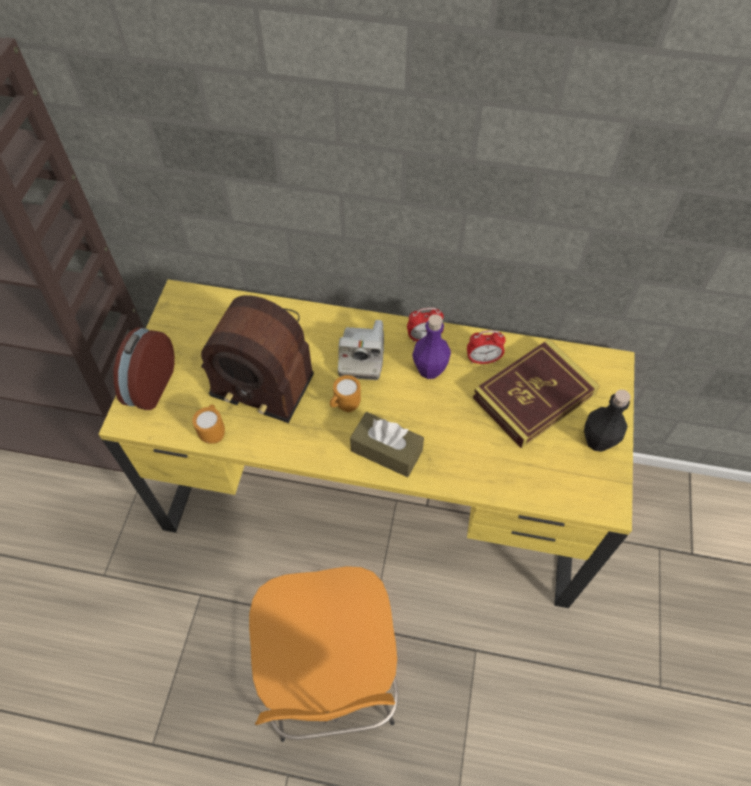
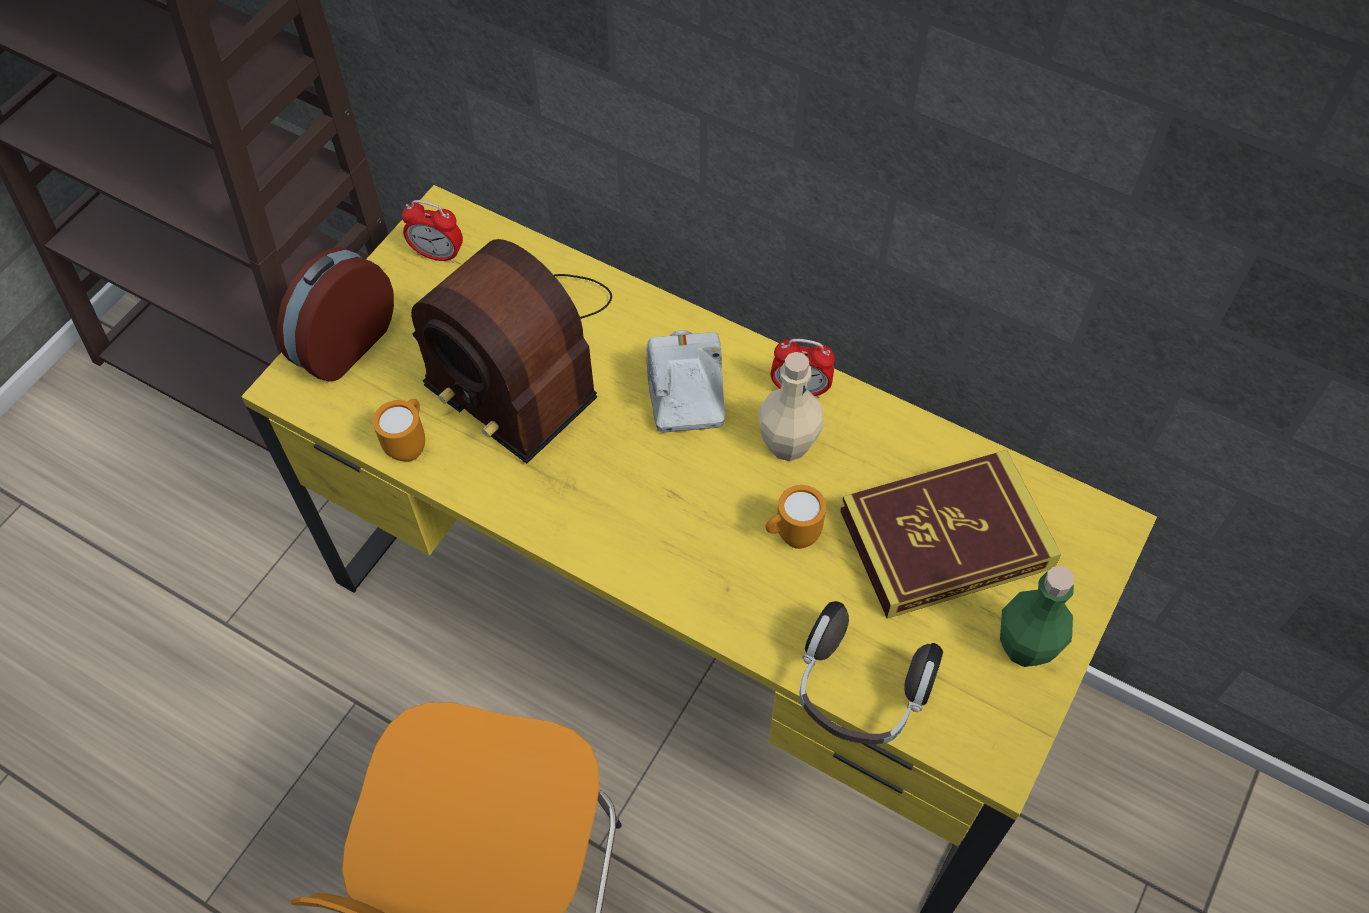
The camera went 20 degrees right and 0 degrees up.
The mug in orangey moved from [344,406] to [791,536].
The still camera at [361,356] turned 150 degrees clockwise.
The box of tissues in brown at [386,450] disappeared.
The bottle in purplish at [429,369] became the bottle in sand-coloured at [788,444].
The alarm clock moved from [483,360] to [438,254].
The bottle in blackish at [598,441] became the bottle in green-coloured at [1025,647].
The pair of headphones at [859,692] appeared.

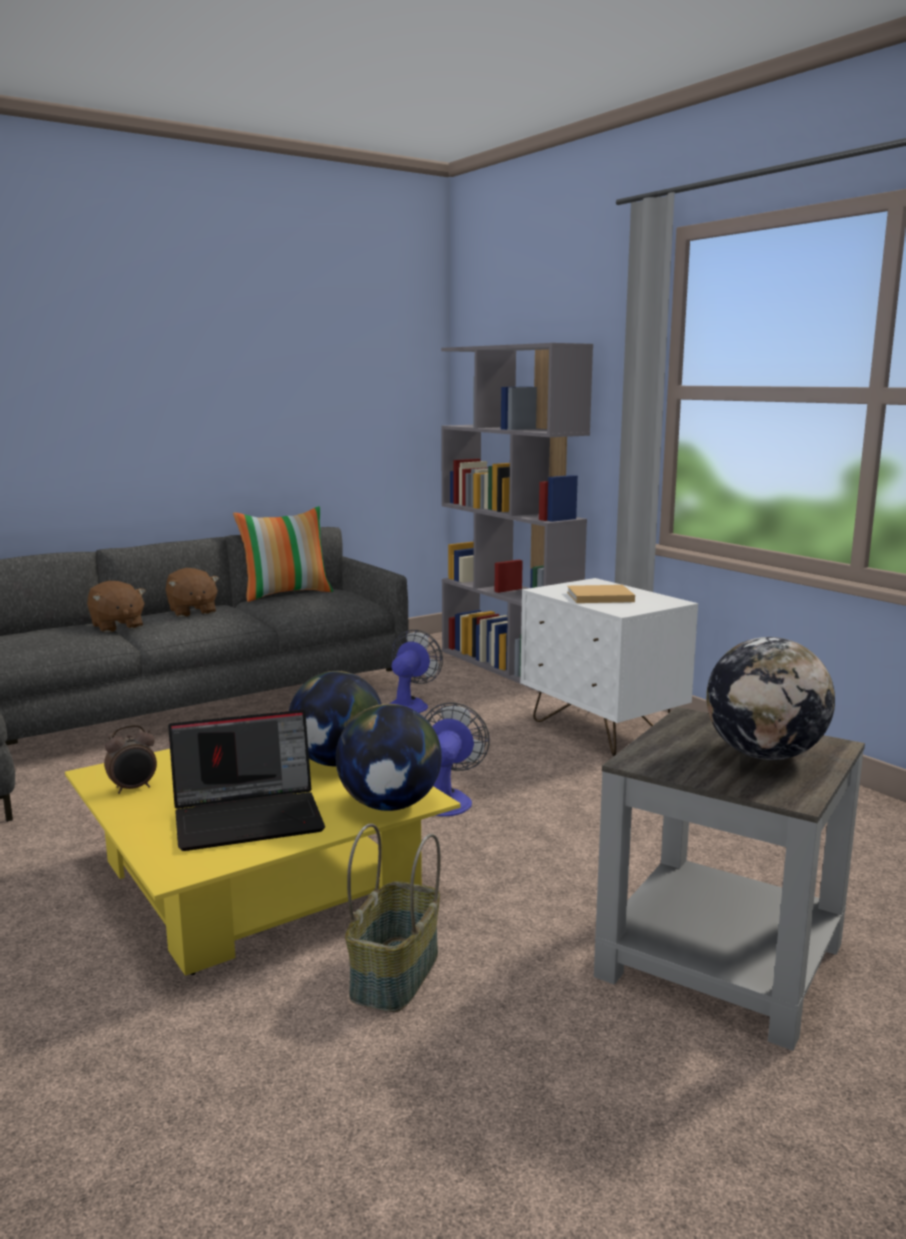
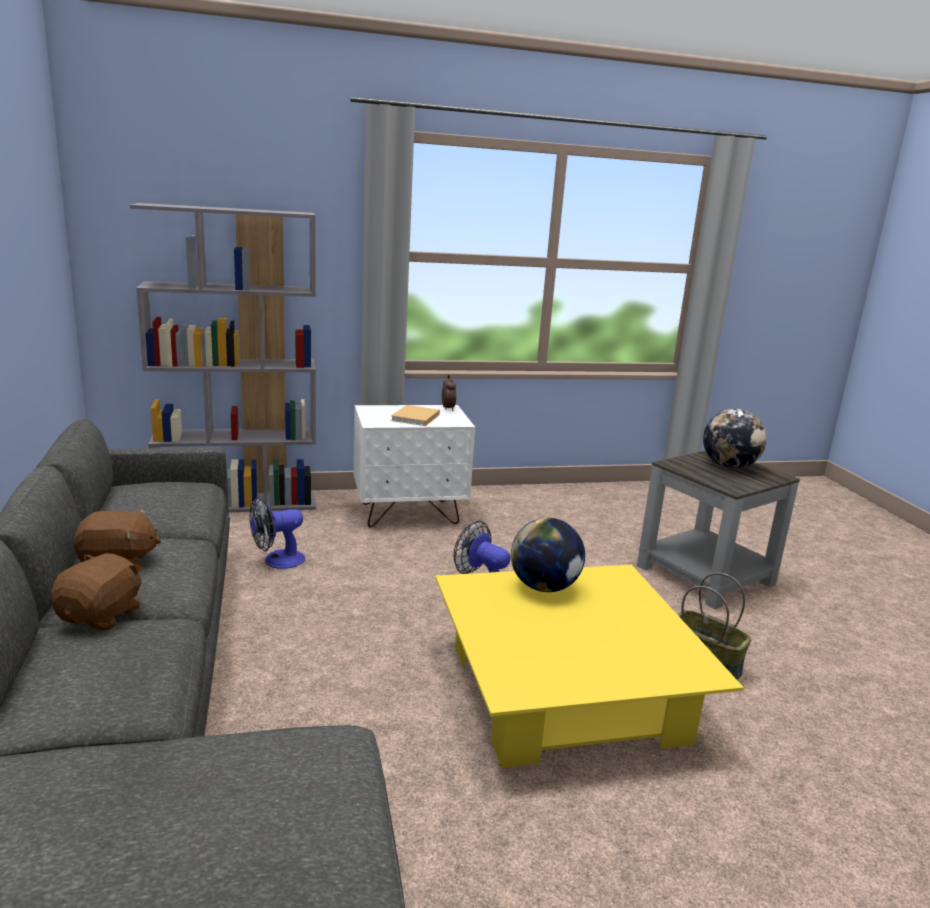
The camera went 70 degrees left and 5 degrees up.
The soft toy in brown at [116,626] turned 60 degrees counterclockwise.
The alarm clock moved from [133,788] to [448,408].
The notebook computer at [250,817] disappeared.
The pillow at [286,594] disappeared.
The desk globe at [389,805] disappeared.
The cooling fan at [410,705] turned 75 degrees counterclockwise.

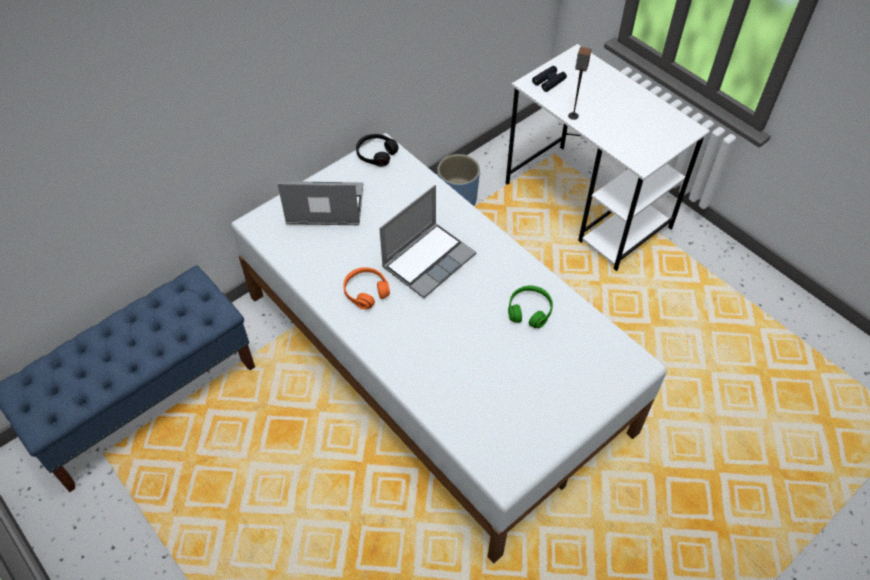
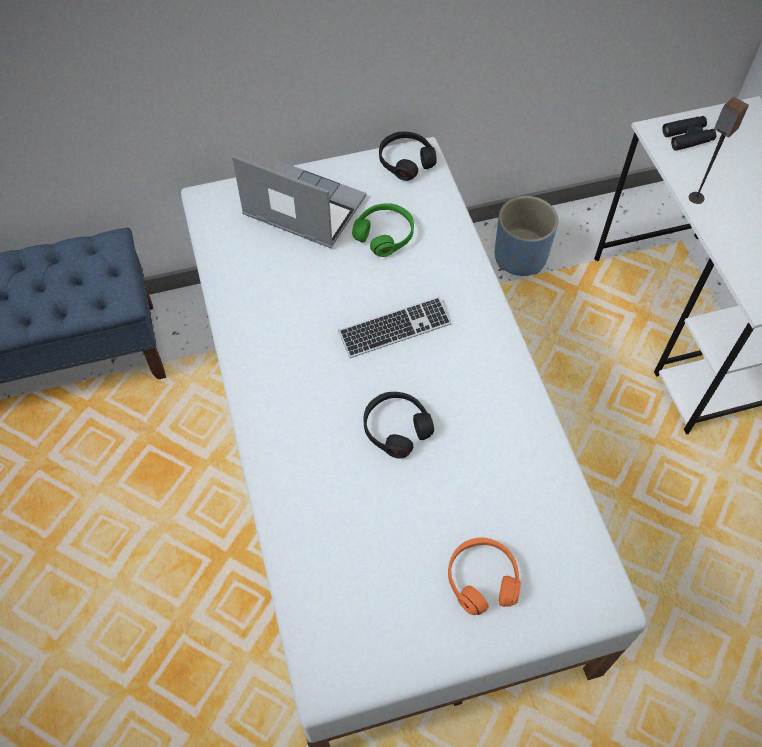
The camera went 25 degrees right and 5 degrees up.
The pair of headphones in orangey moved from [366,291] to [482,579].
The notebook computer at [428,260] was replaced by the computer keyboard at [395,329].
The pair of headphones in green-coloured moved from [529,310] to [384,234].
The pair of headphones in blackish at [396,428] appeared.

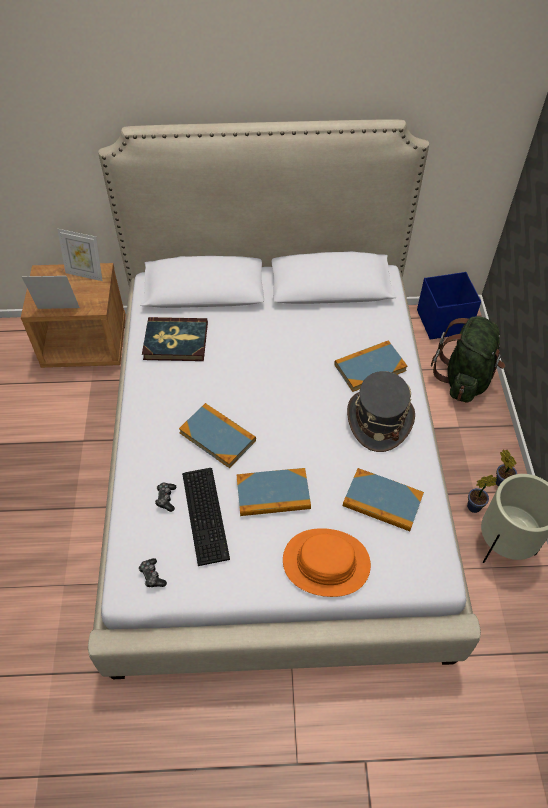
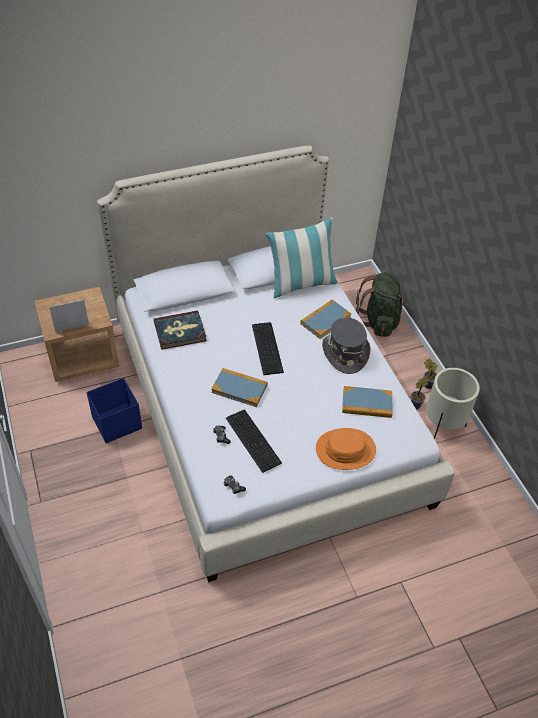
The camera went 20 degrees left and 5 degrees down.
The photo frame at [85,274] disappeared.
The bound book at [273,494] disappeared.
The storage box in bluish moved from [442,321] to [116,423].
The computer keyboard at [268,347] appeared.
The pillow at [301,284] appeared.

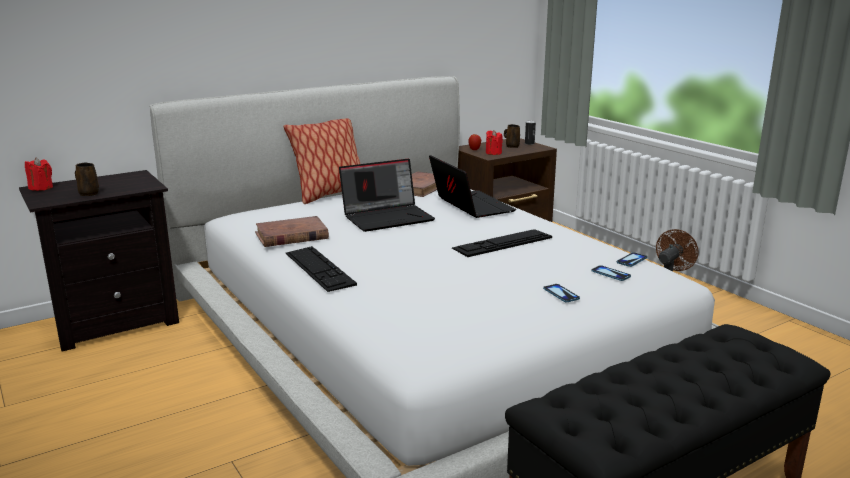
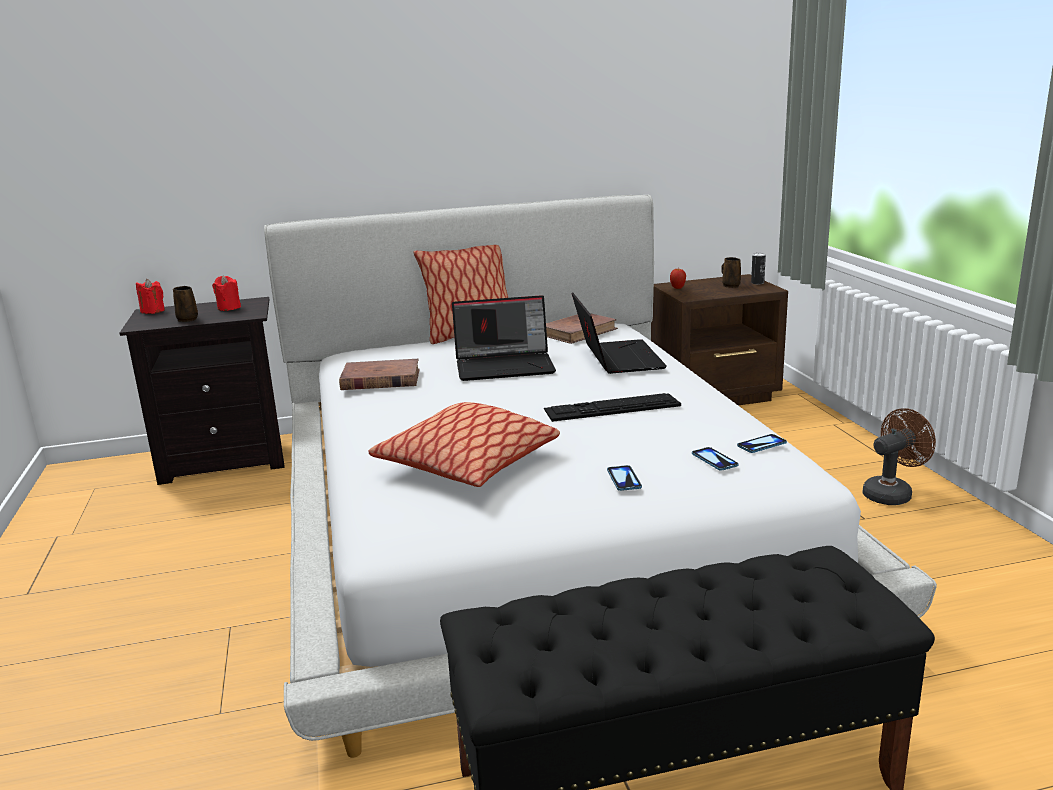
The camera went 20 degrees right and 0 degrees up.
The computer keyboard at [319,268] disappeared.
The candle in red-coloured moved from [493,153] to [229,308].
The pillow at [468,464] appeared.

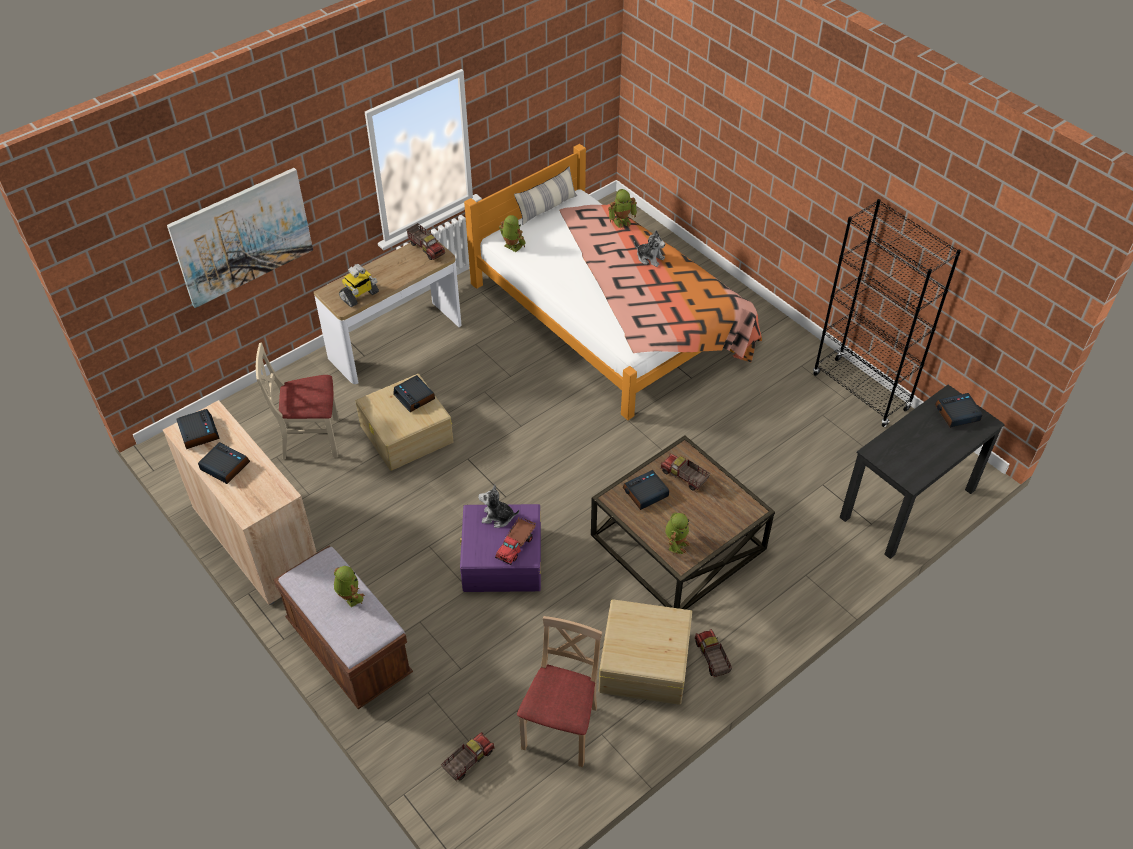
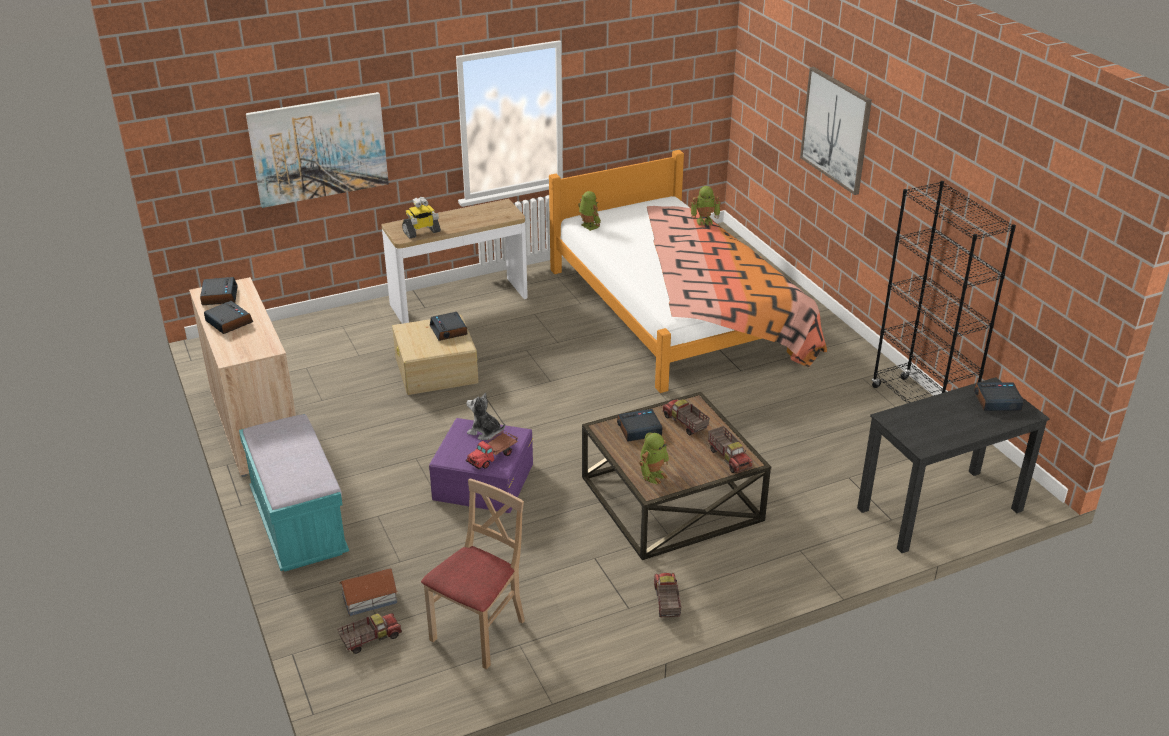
The camera went 15 degrees right and 15 degrees down.
The chair in sand-coloured at [311,439] disappeared.
The bench in brown at [349,649] became the bench in blue-green at [298,525].
The model robot at [349,598] disappeared.
The toy lorry moved from [426,248] to [729,458].
The pillow at [546,208] disappeared.
The storage box in sand-coloured at [643,662] disappeared.
The soft toy at [650,258] disappeared.
The miniature house at [369,598] appeared.
The picture at [836,129] appeared.

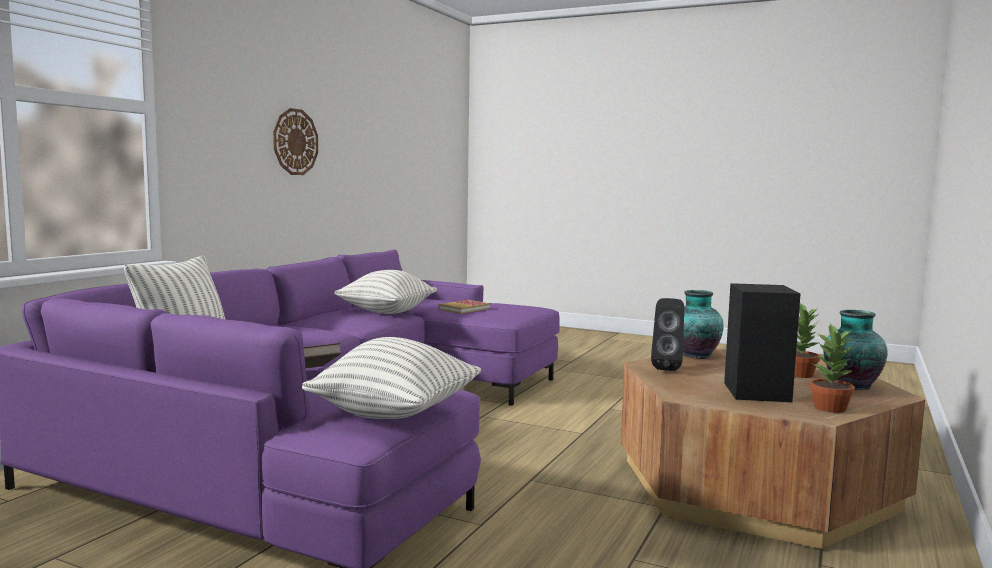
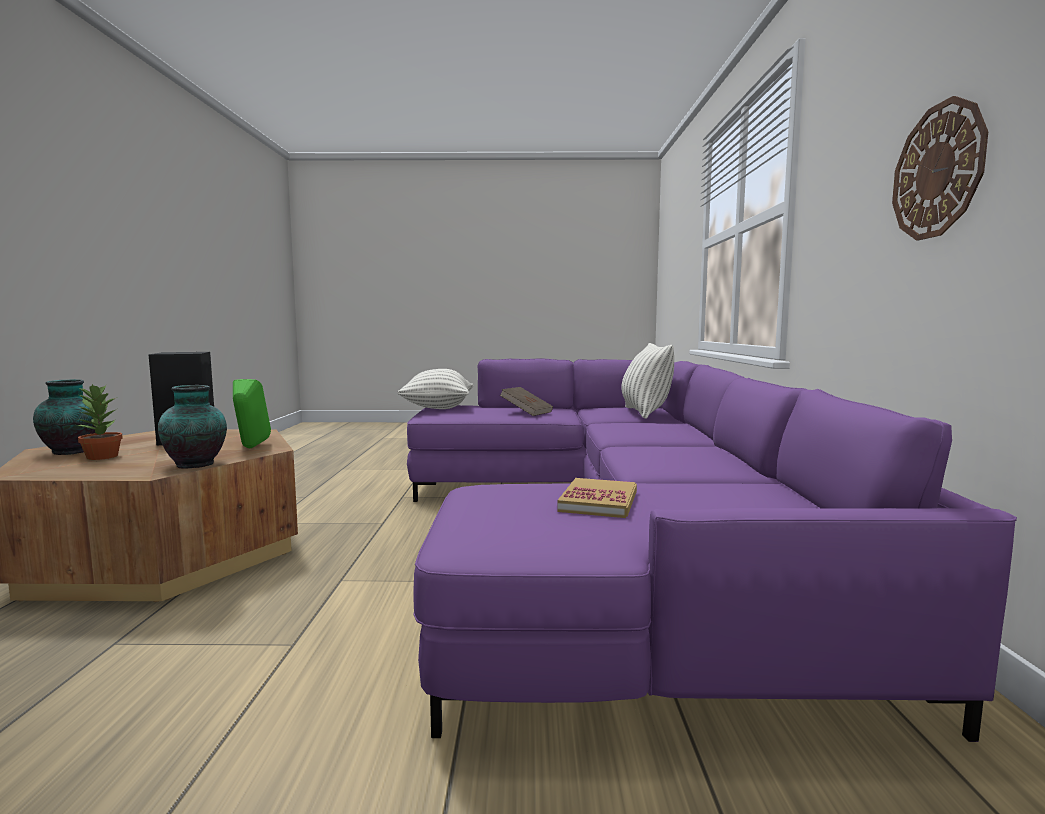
The camera went 155 degrees right and 0 degrees up.
The pillow at [386,312] disappeared.
The loudspeaker in blackish at [667,368] became the loudspeaker in green-coloured at [250,448].
The potted plant at [830,408] disappeared.

